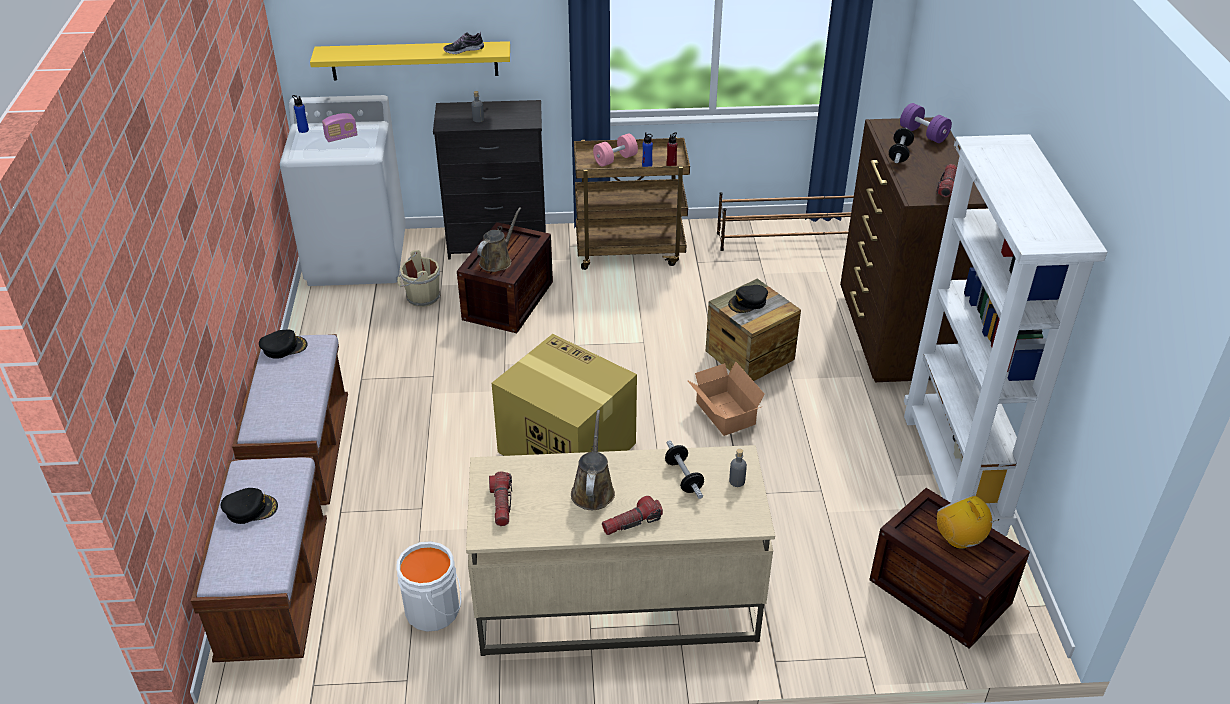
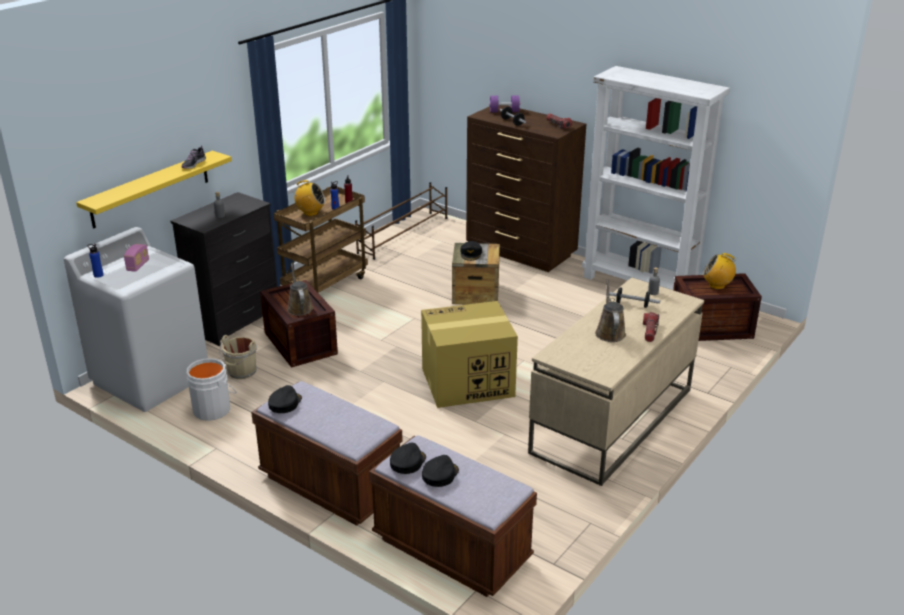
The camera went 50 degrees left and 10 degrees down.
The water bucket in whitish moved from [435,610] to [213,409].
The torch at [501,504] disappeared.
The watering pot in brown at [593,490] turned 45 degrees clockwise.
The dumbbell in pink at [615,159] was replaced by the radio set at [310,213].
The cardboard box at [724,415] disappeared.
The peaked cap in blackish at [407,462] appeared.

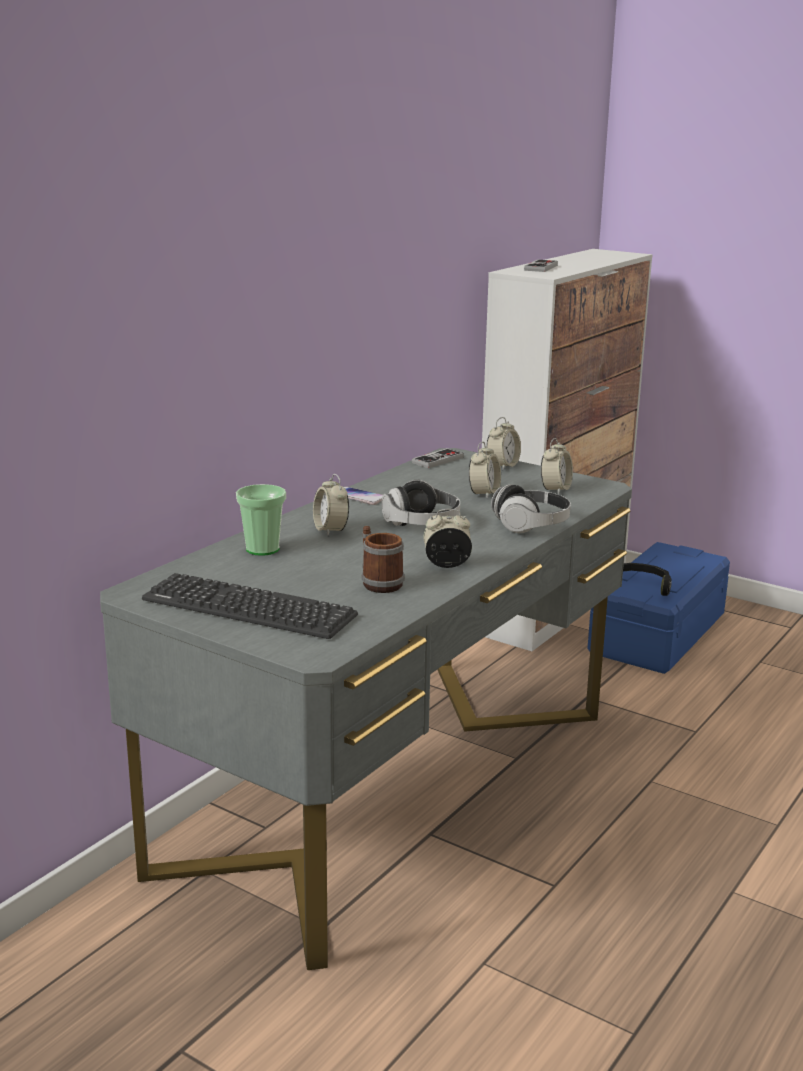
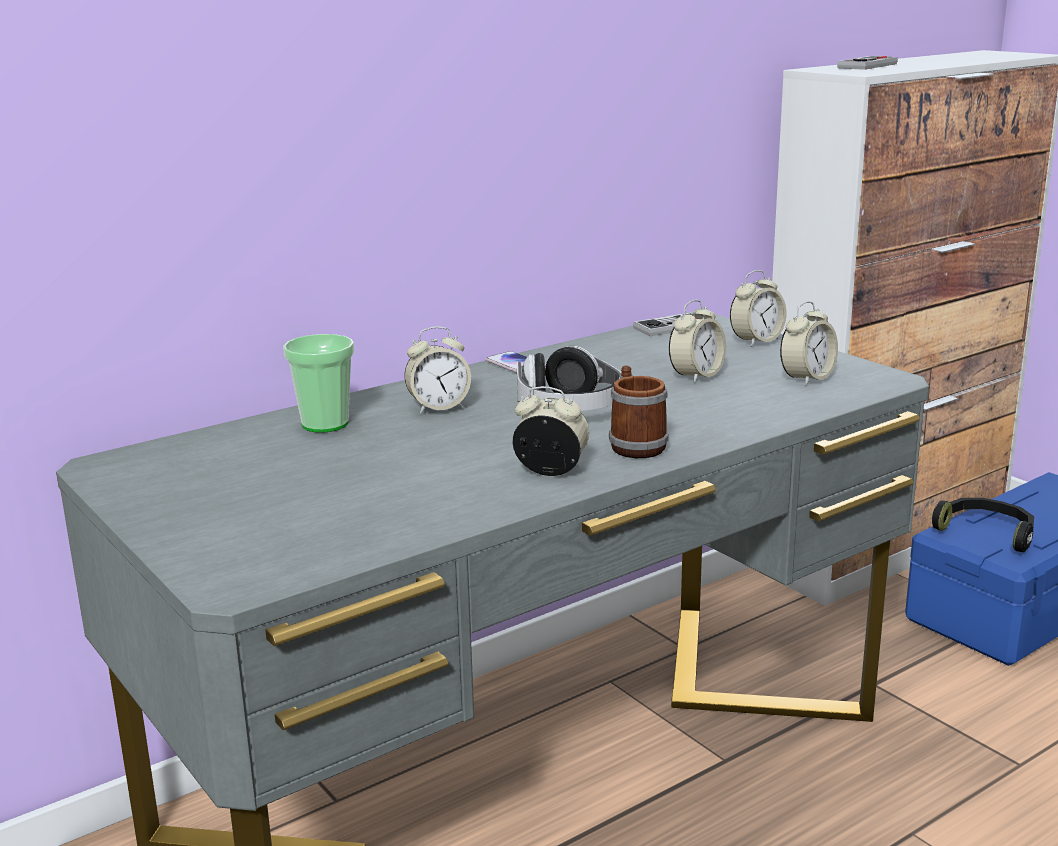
The camera went 20 degrees right and 0 degrees up.
The computer keyboard at [248,608] disappeared.
The alarm clock at [331,530] turned 105 degrees counterclockwise.
The mug moved from [378,582] to [634,444].
The pair of headphones at [531,525] disappeared.

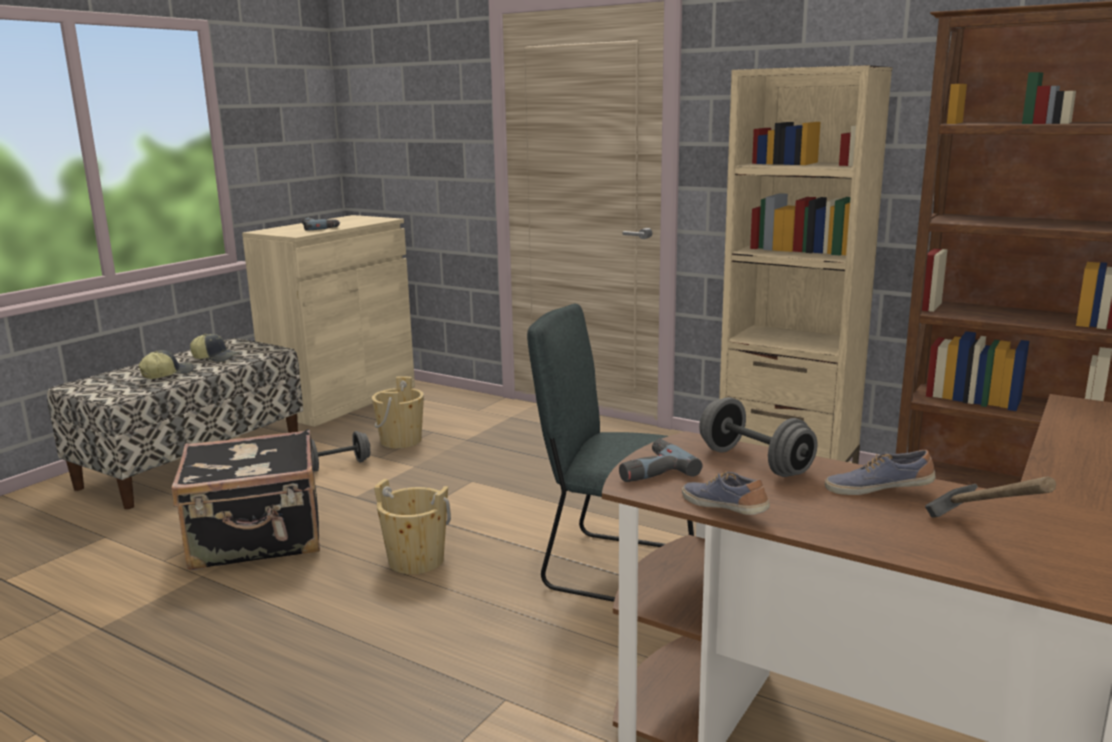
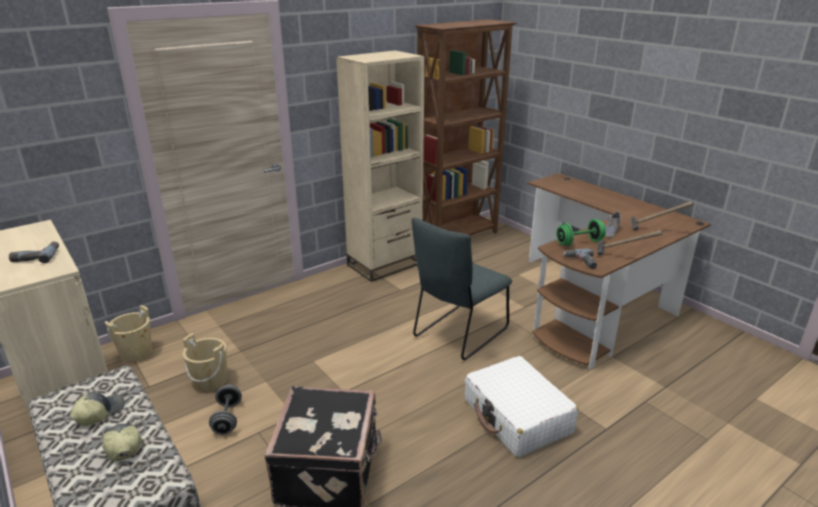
The camera went 70 degrees left and 10 degrees up.
The water bucket in sand-coloured moved from [416,560] to [136,352].
The low shoe at [725,509] was replaced by the hammer at [622,257].
The dumbbell in greyish at [755,462] became the dumbbell in green-coloured at [579,242].
The suitcase in whitish at [517,416] appeared.

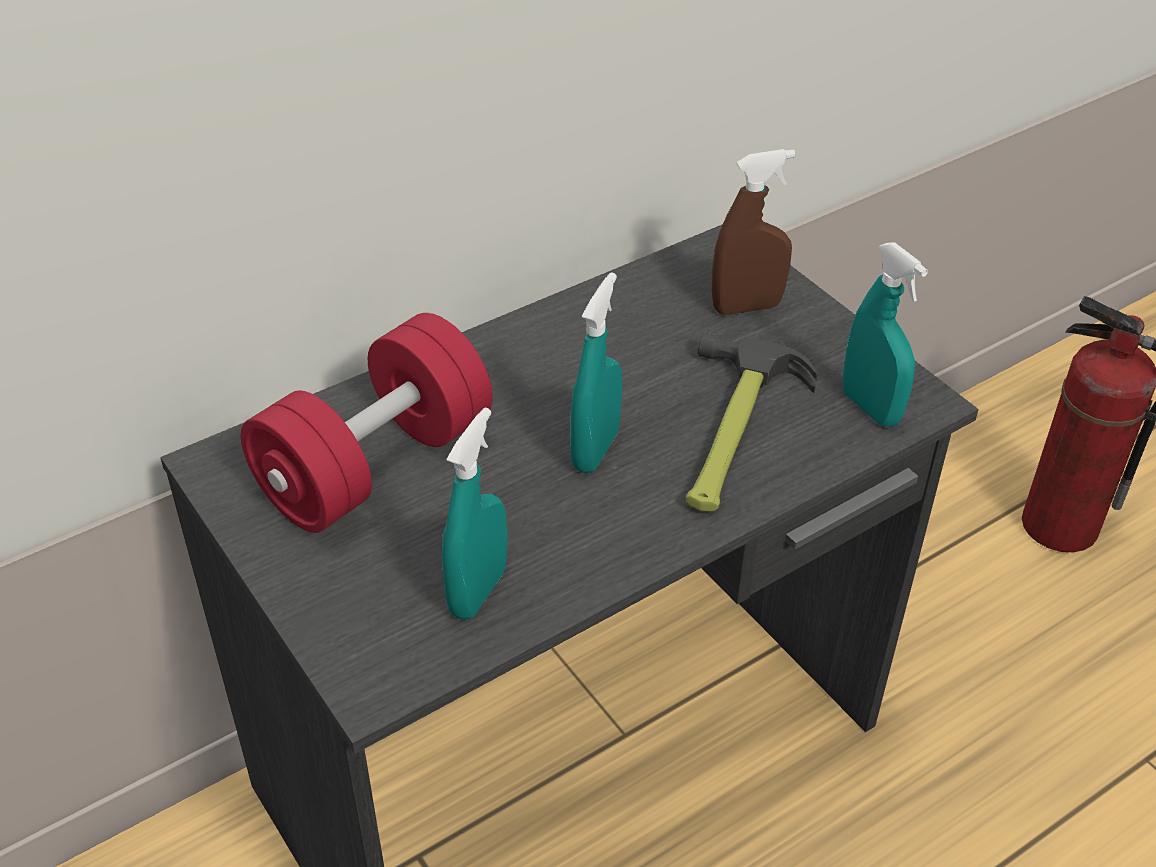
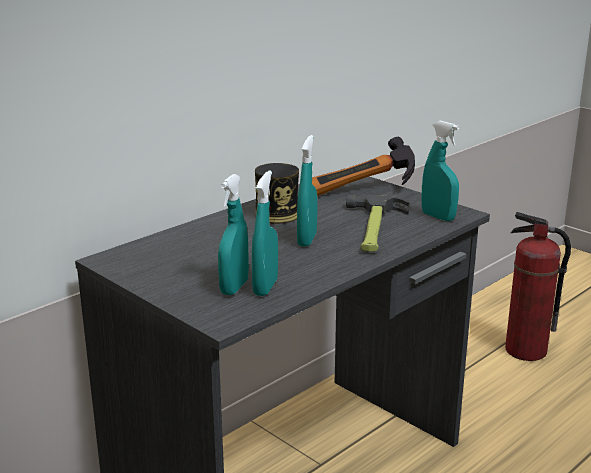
The camera went 10 degrees left and 20 degrees down.
The dumbbell in red-coloured at [375,465] disappeared.
The sprayer in brown at [746,307] was replaced by the hammer at [363,192].
The sprayer in blue-green at [234,287] appeared.
The sealed can at [277,215] appeared.

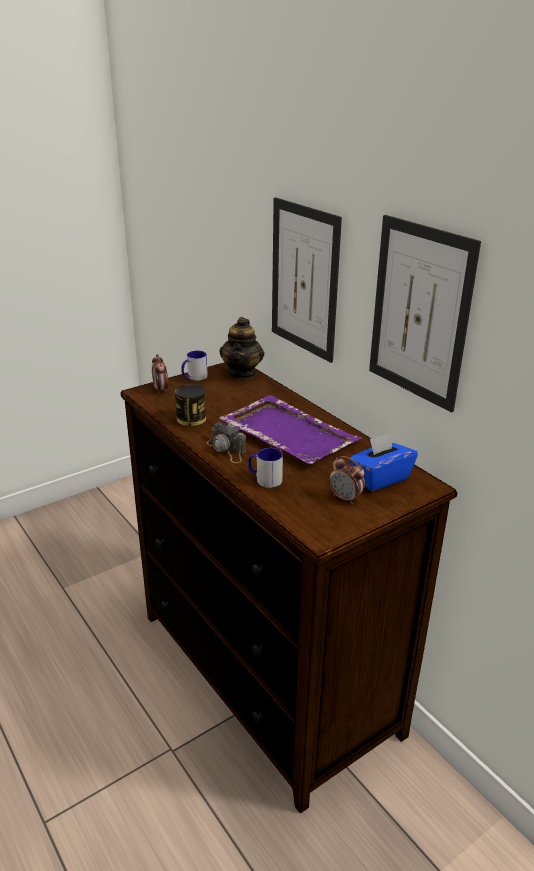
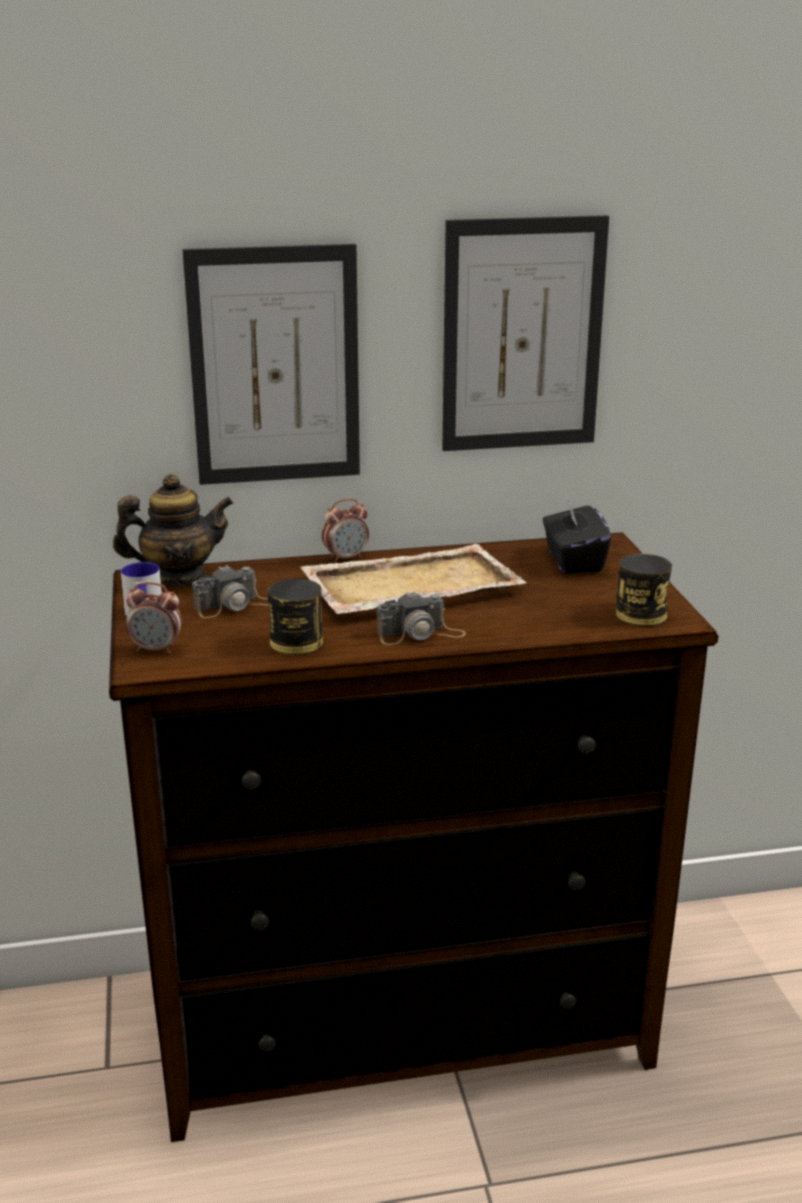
The camera went 65 degrees left and 5 degrees down.
The teapot at [242,373] turned 45 degrees counterclockwise.
The serving tray in purplish at [287,432] became the serving tray in sand-coloured at [409,586].
The mug at [264,479] disappeared.
The alarm clock moved from [345,498] to [346,558].
The box of tissues in bluish at [380,478] became the box of tissues in blackish at [573,561].
The still camera at [236,605] appeared.
The sealed can at [641,615] appeared.

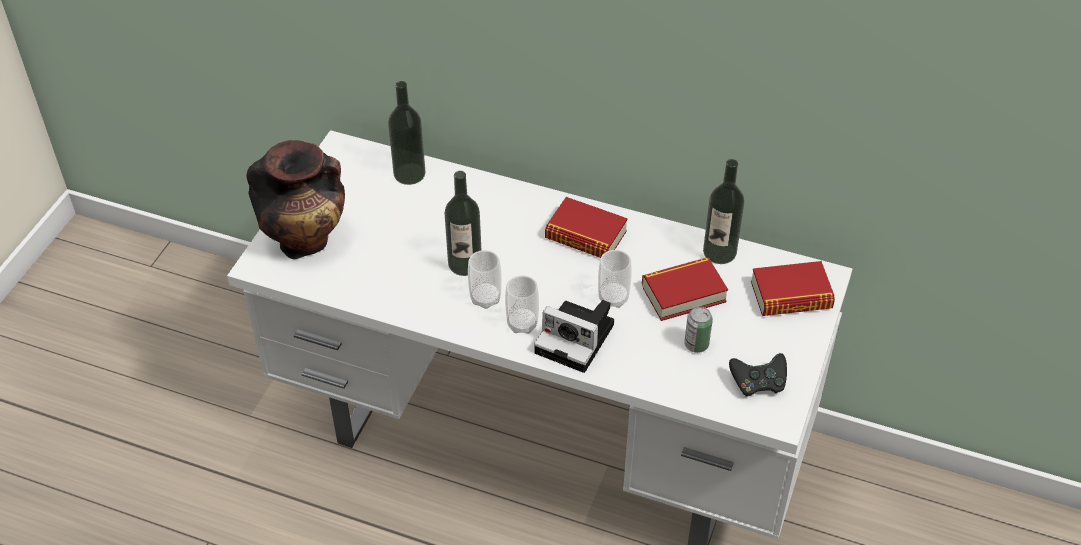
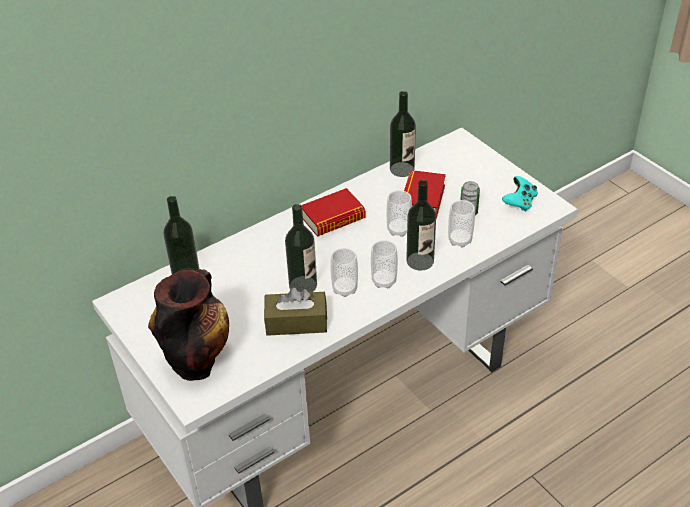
The camera went 55 degrees left and 5 degrees down.
The still camera at [578,339] was replaced by the bottle at [420,261].
The gamepad in blackish at [758,384] became the gamepad in blue-green at [519,202].
The bound book at [791,295] disappeared.
The box of tissues in brown at [296,322] appeared.
The drinking cup at [460,240] appeared.

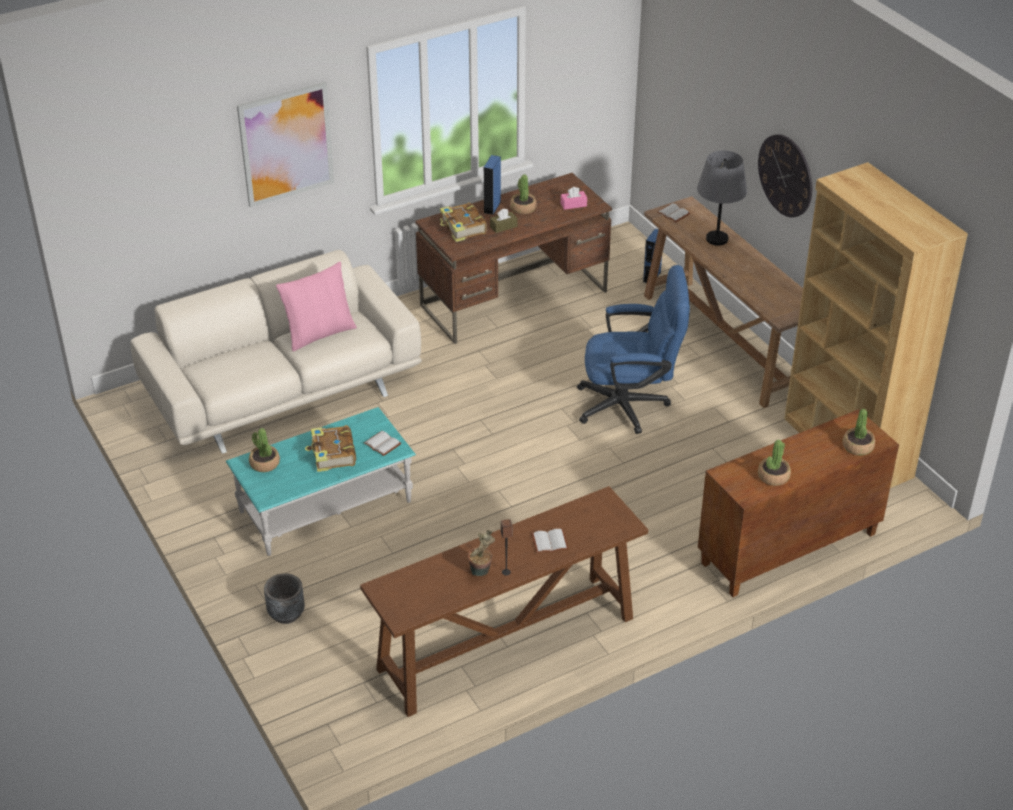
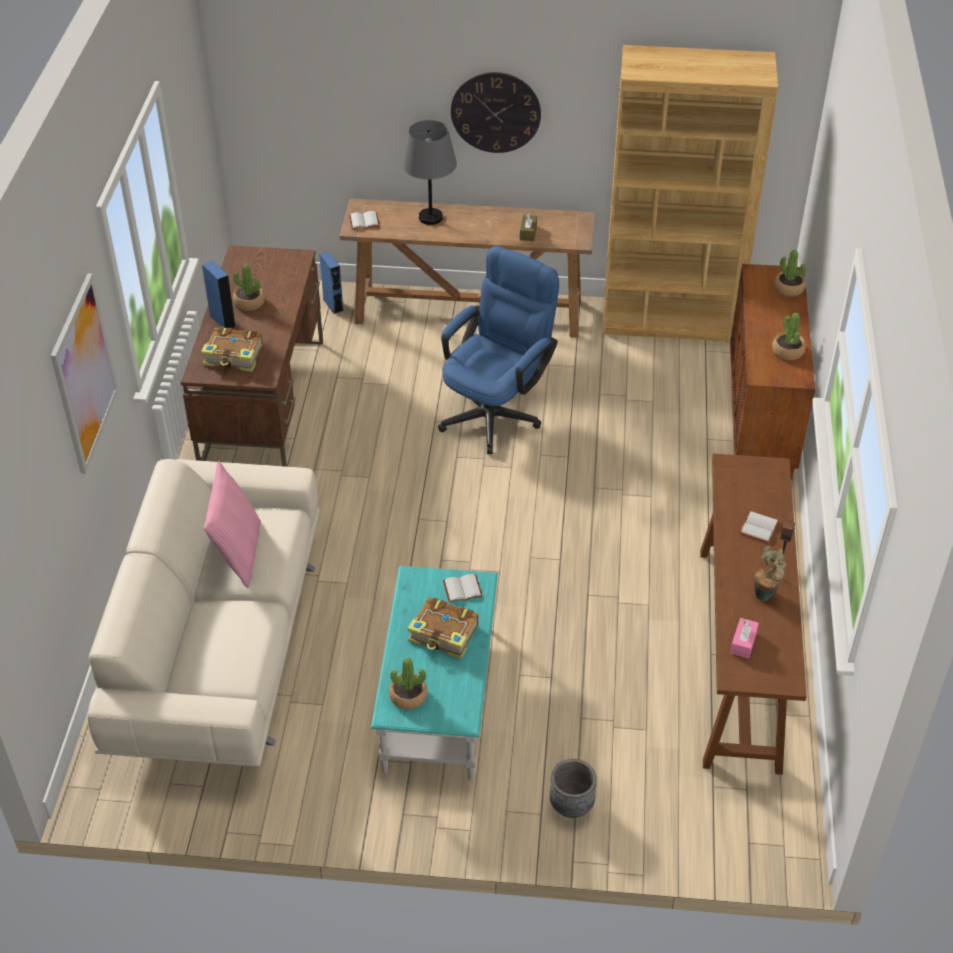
The camera went 55 degrees left and 5 degrees up.
The box of tissues in brown moved from [503,226] to [528,232].
The box of tissues in pink moved from [573,204] to [743,642].

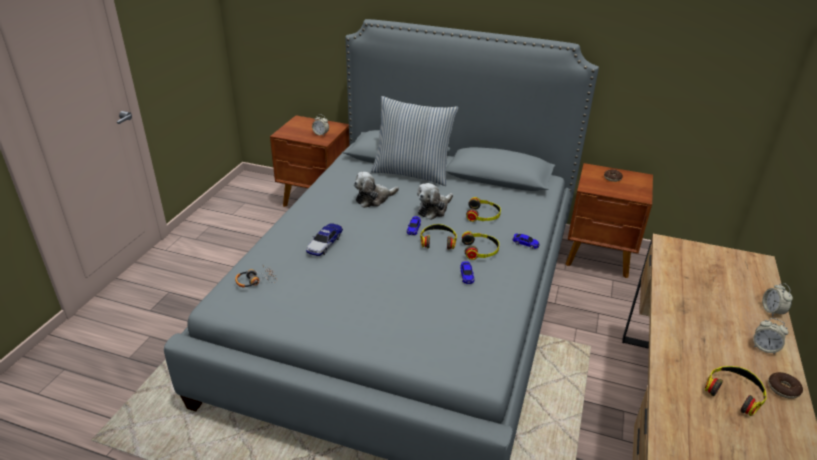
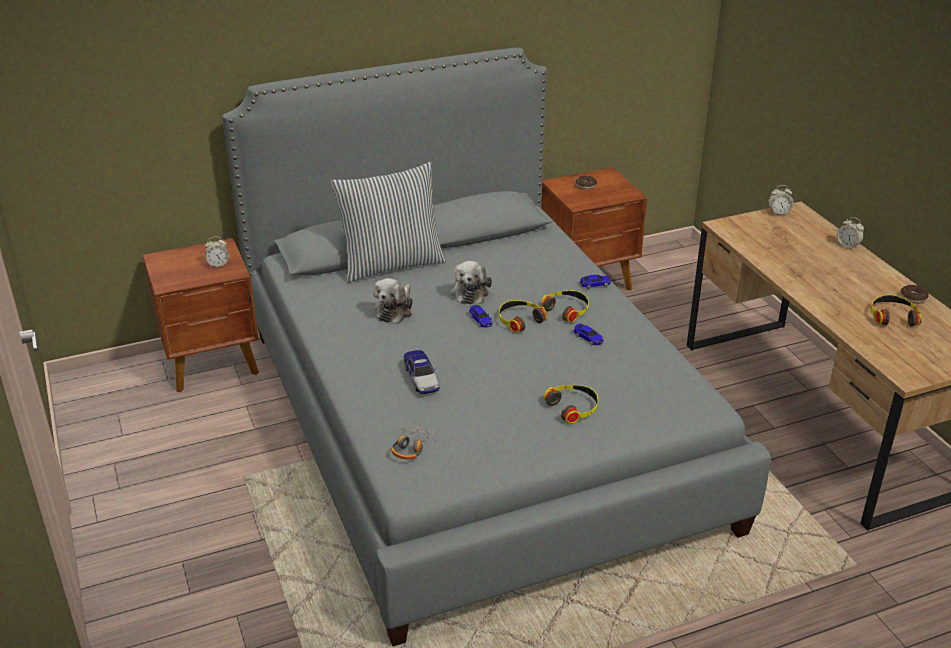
The camera went 40 degrees left and 0 degrees up.
The pair of headphones moved from [483,215] to [573,407].
The alarm clock moved from [764,348] to [778,212].

